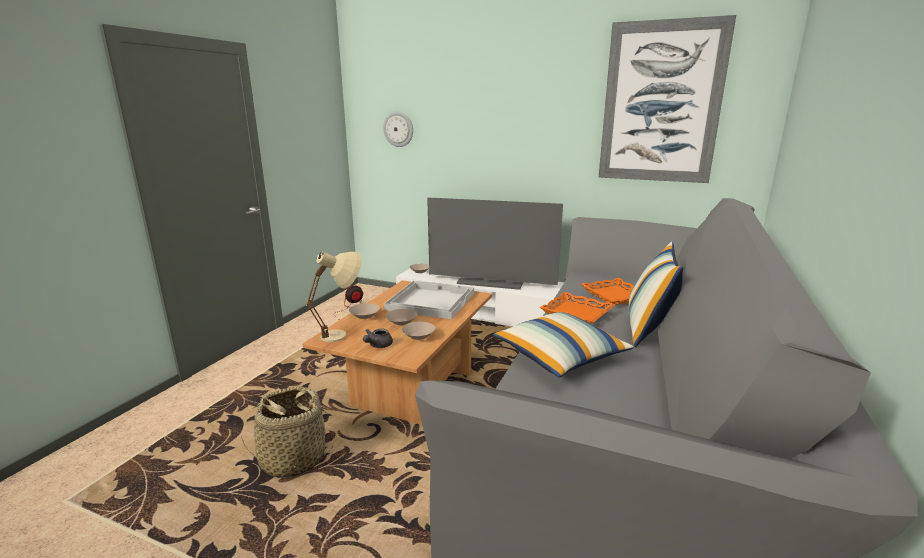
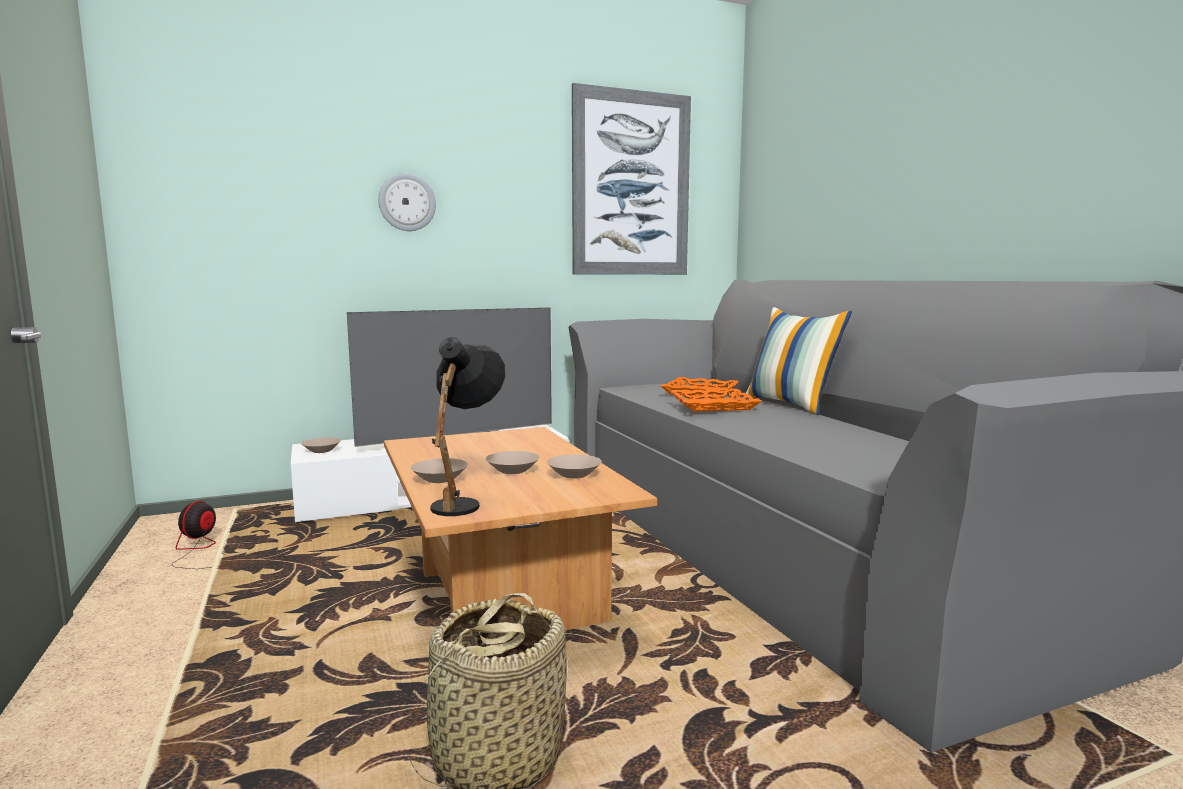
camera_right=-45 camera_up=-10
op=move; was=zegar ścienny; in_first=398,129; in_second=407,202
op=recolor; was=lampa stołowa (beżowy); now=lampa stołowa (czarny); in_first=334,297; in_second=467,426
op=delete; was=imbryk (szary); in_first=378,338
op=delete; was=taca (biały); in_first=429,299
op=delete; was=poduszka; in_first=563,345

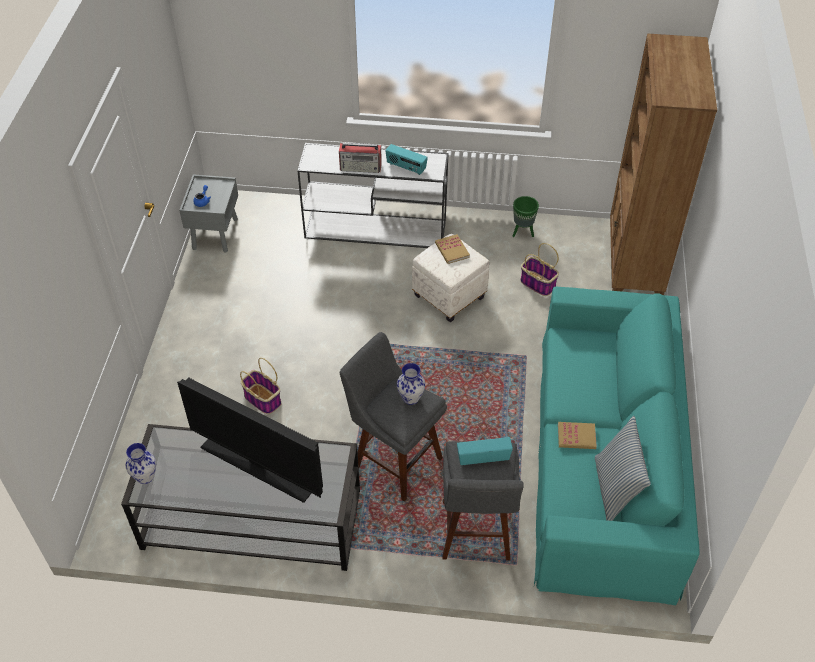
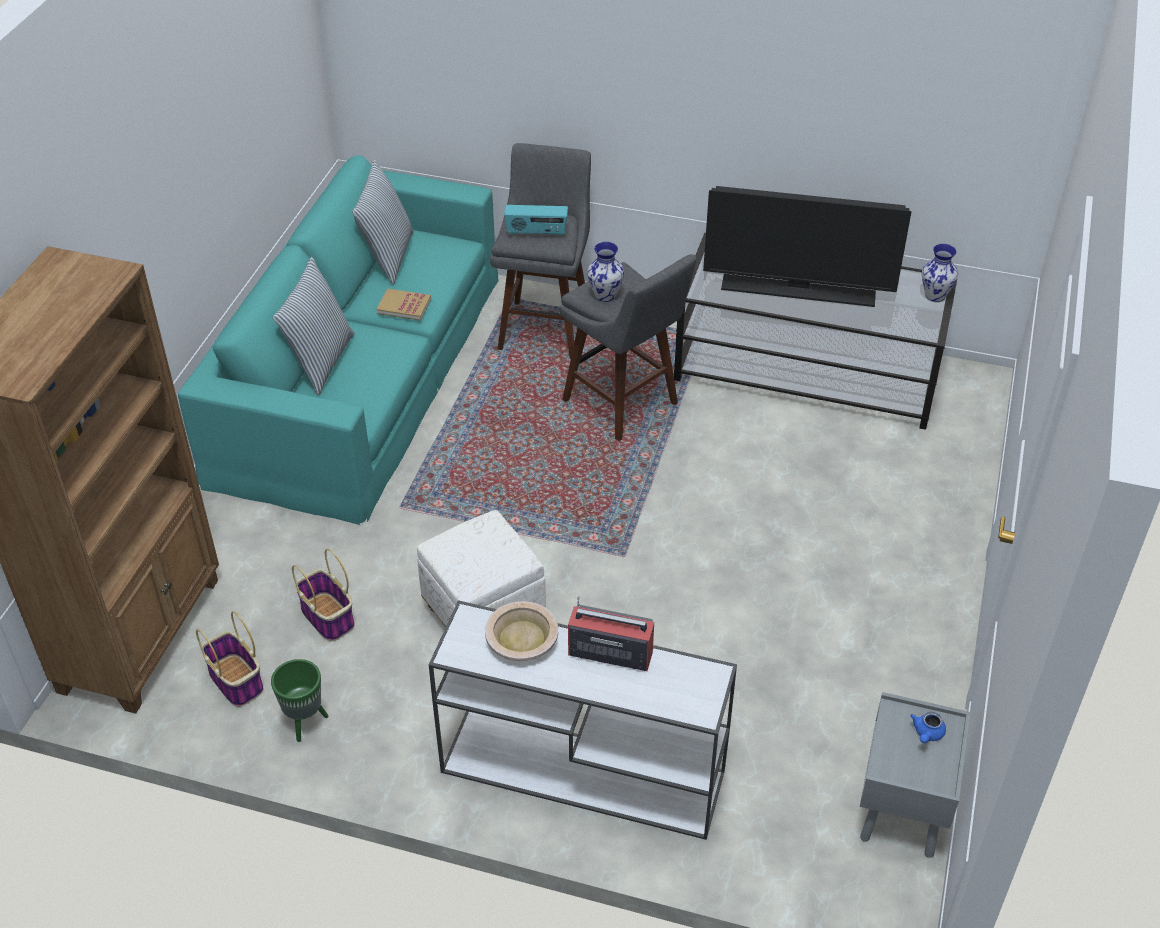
camera_right=-170 camera_up=-5
op=move; was=koszyk; in_first=260,386; in_second=230,659
op=insert; now=poduszka; in_second=314,326
op=replace; was=radio; now=miska (beżowy); in_first=406,159; in_second=521,631
op=rotate; was=telewizor; in_first=250,440; in_second=807,246; clockwise=150
op=delete; was=książka; in_first=452,249

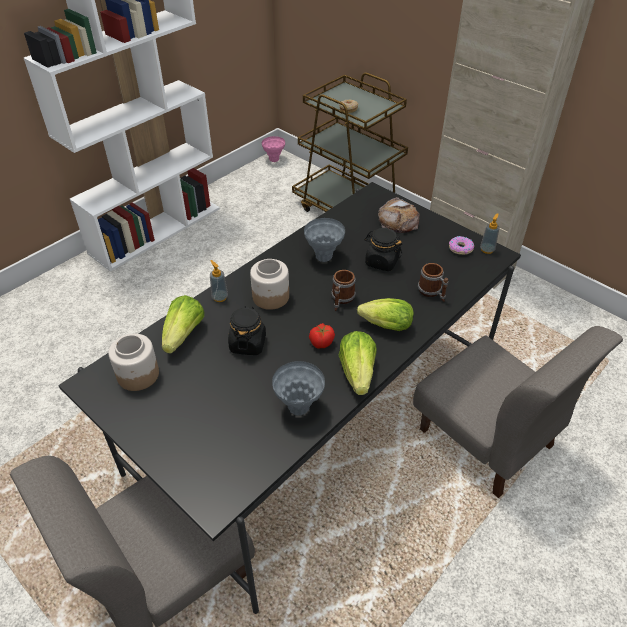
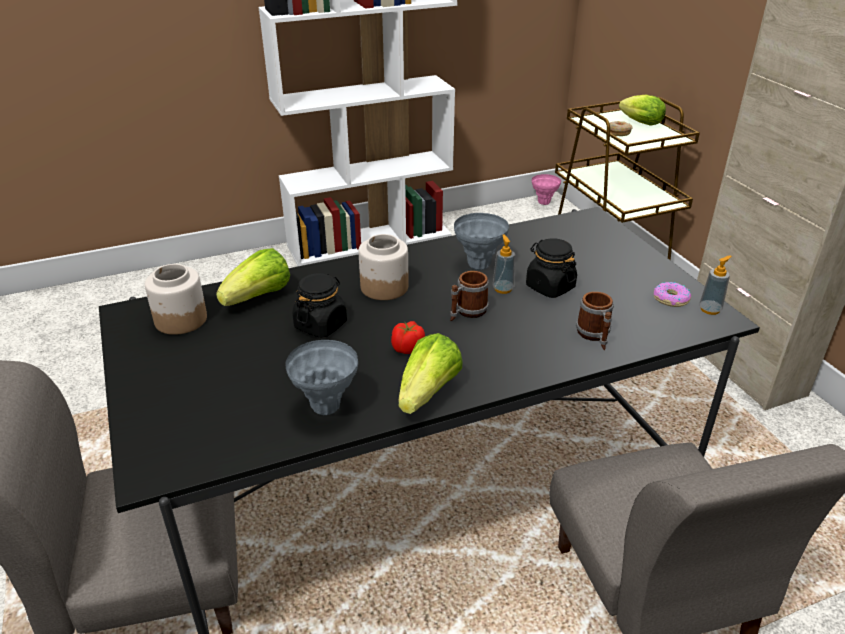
camera_right=25 camera_up=-10
op=move; was=dozownik mydła; in_first=219,281; in_second=504,264
op=move; was=sałata; in_first=385,314; in_second=642,110
op=delete; was=chleb; in_first=399,215

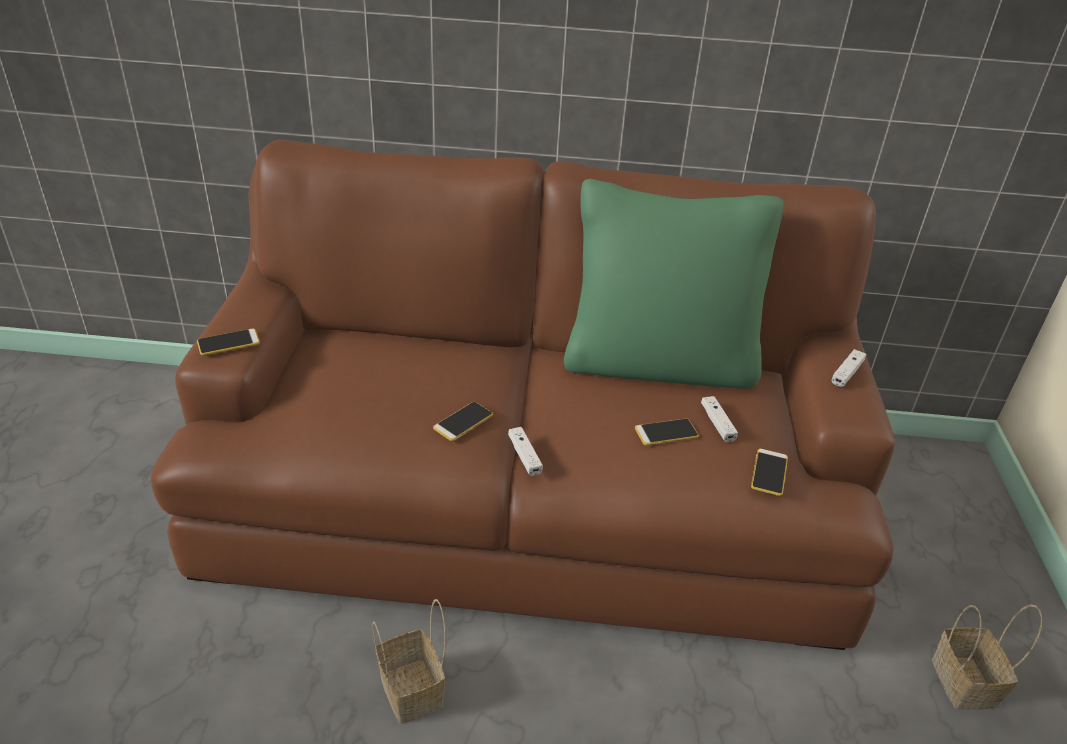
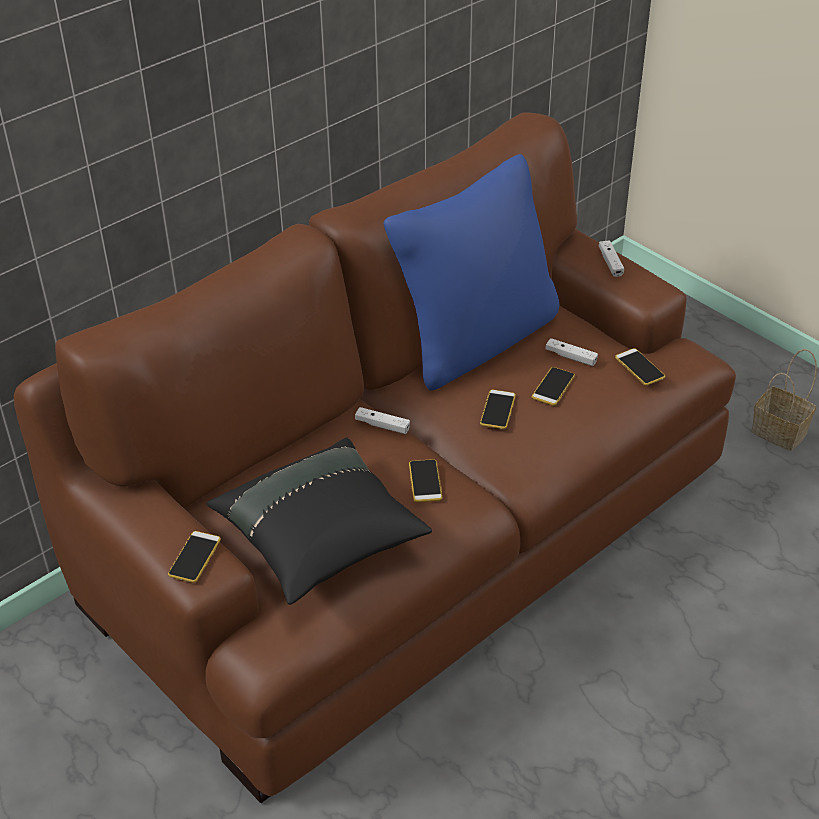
camera_right=-45 camera_up=5
op=insert; now=poduszka (czarny); in_second=319,521
op=move; was=pad do gier (biały); in_first=525,451; in_second=382,420
op=recolor; was=poduszka (zielony); now=poduszka (niebieski); in_first=674,284; in_second=471,272
op=insert; now=telefon; in_second=498,409
op=delete; was=koszyk; in_first=409,661

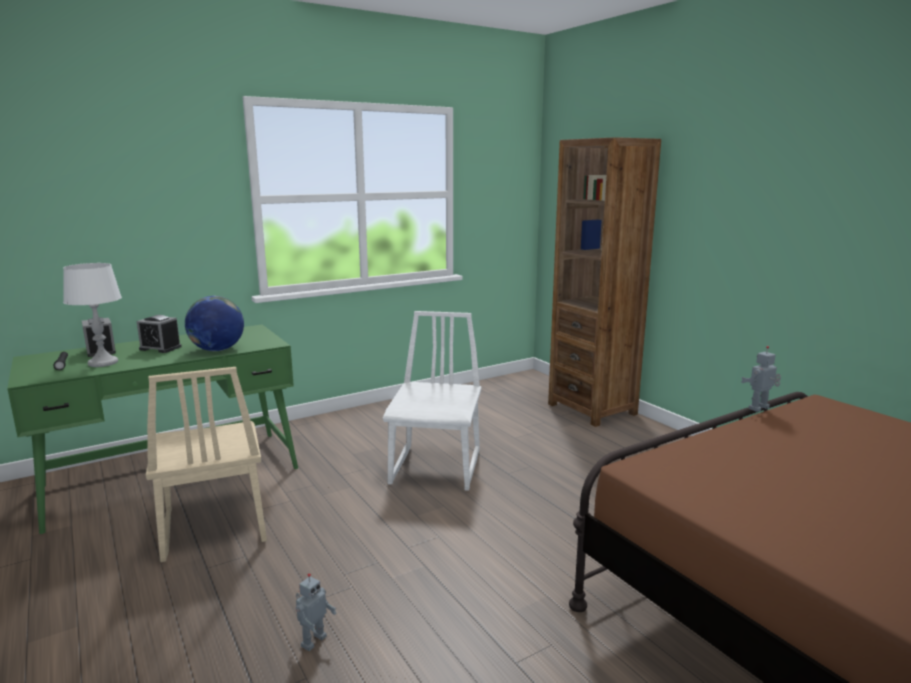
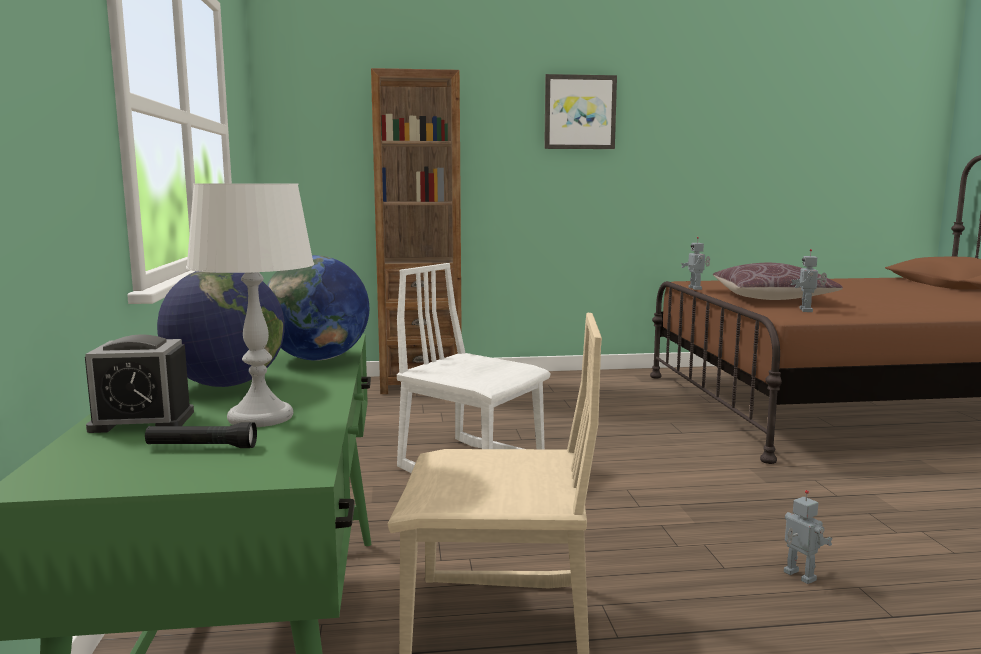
camera_right=-65 camera_up=-5
op=replace; was=budzik; now=globus; in_first=159,334; in_second=221,329
op=insert; now=obraz; in_second=580,111
op=insert; now=poduszka (brązowy); in_second=778,281
op=insert; now=robot zabawkowy; in_second=809,280

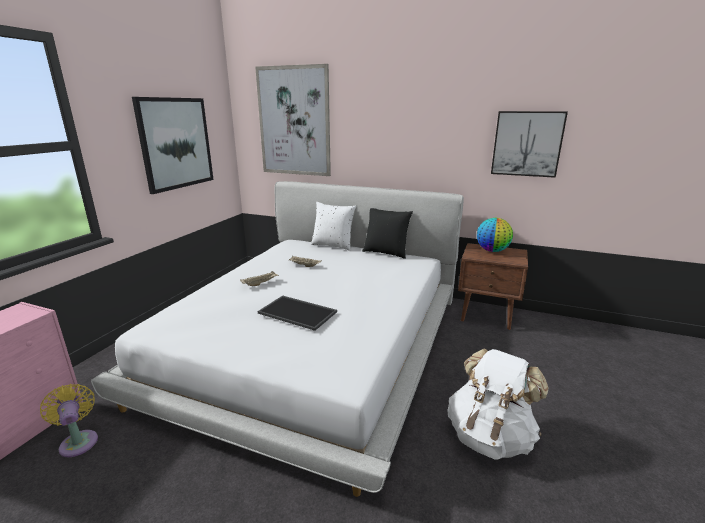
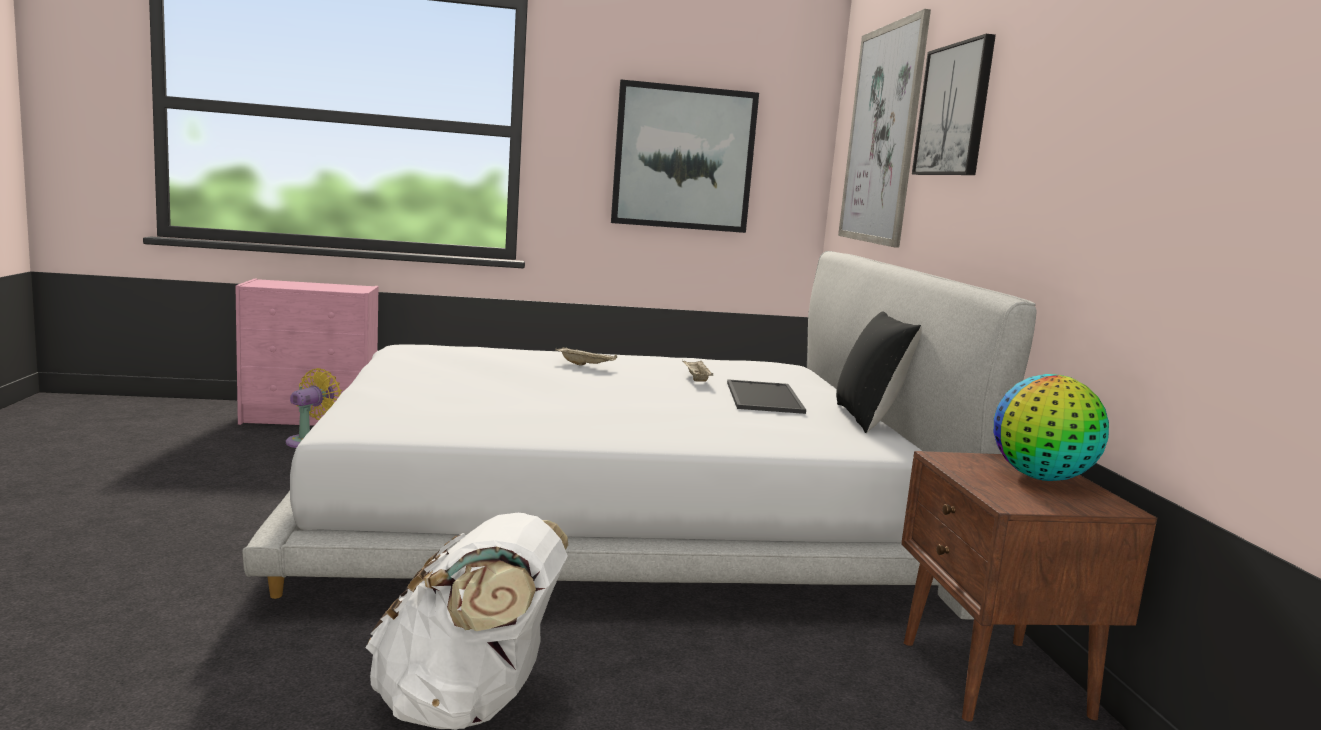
camera_right=60 camera_up=-10
op=move; was=taca; in_first=297,313; in_second=766,396
op=move; was=obraz; in_first=529,144; in_second=954,104
op=delete; was=poduszka (biały); in_first=333,226

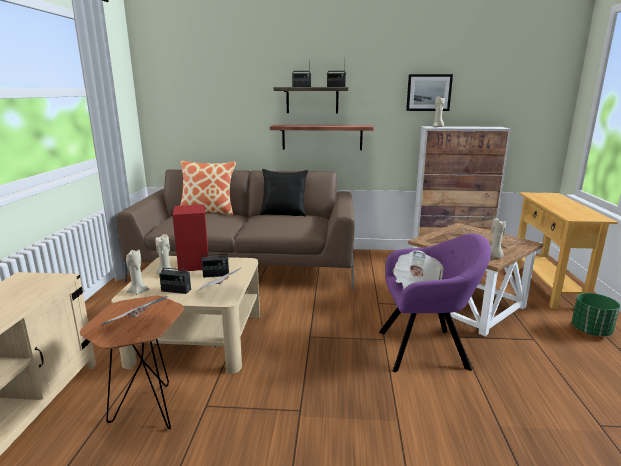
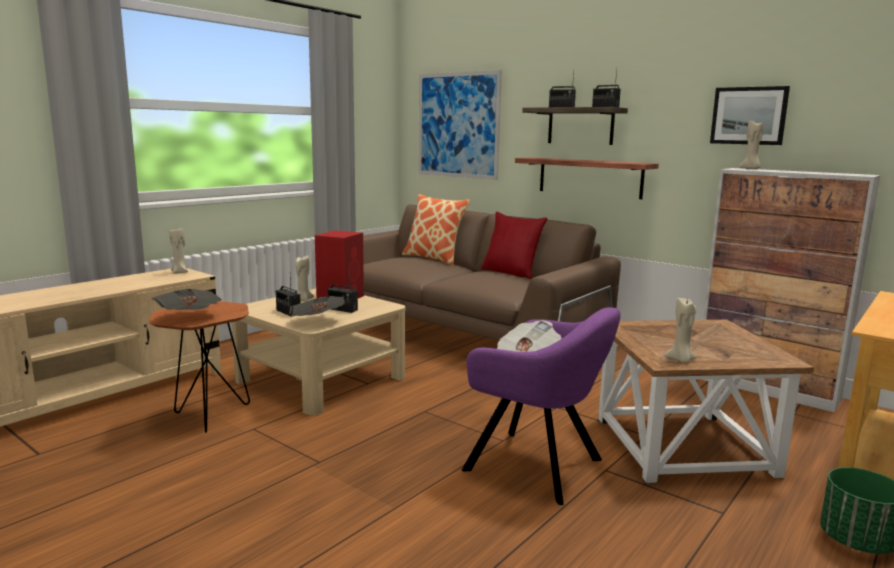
camera_right=35 camera_up=-5
op=move; was=świeca (beżowy); in_first=138,272; in_second=178,251
op=insert; now=obraz; in_second=460,125
op=recolor; was=poduszka (czarny); now=poduszka (czerwony); in_first=284,192; in_second=514,245

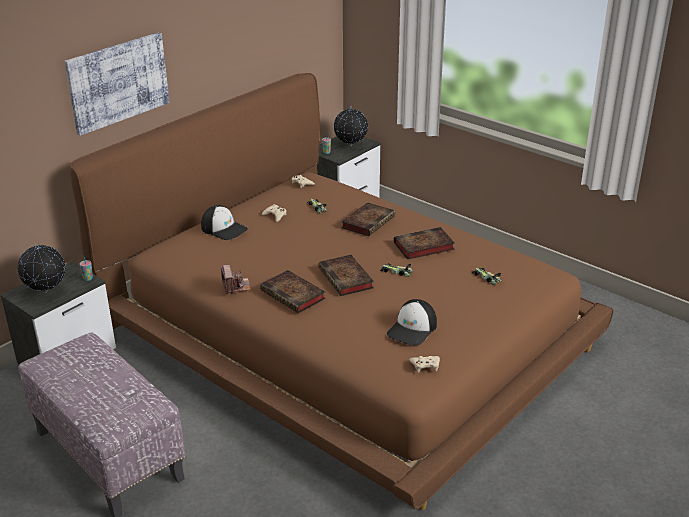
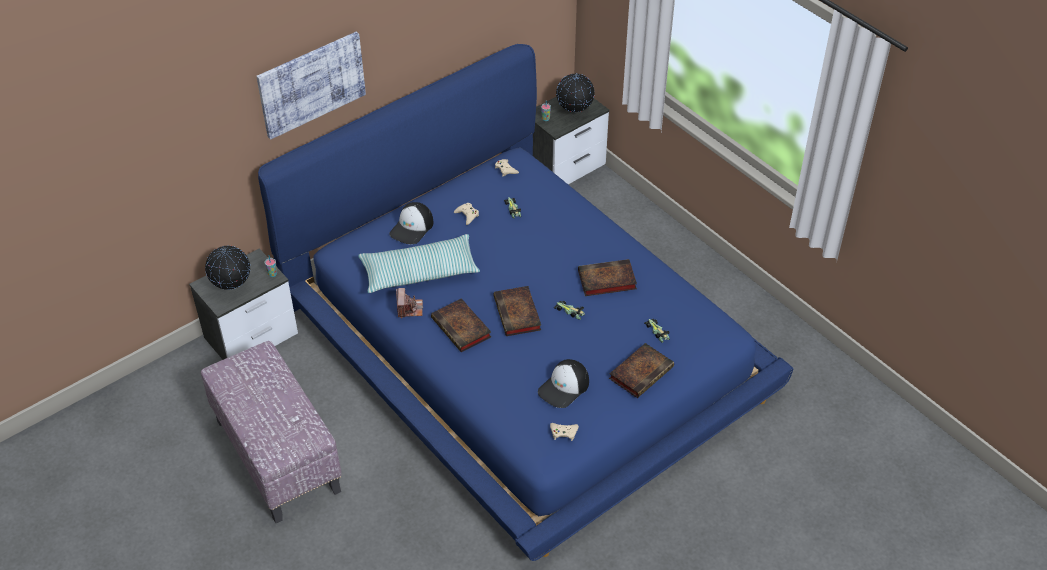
camera_right=10 camera_up=15
op=recolor; was=łóżko (brązowy); now=łóżko (niebieski); in_first=341,291; in_second=525,302
op=insert; now=poduszka; in_second=419,263
op=rotate; was=czapka z daszkiem; in_first=224,222; in_second=411,223; clockwise=75
op=move; was=książka; in_first=368,219; in_second=641,370

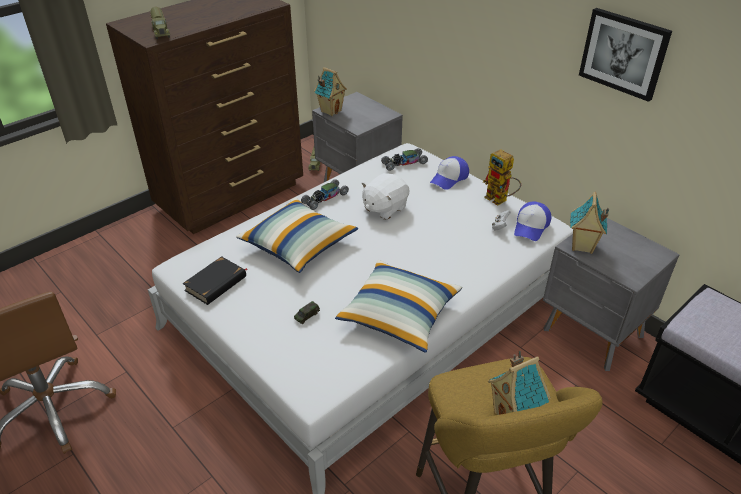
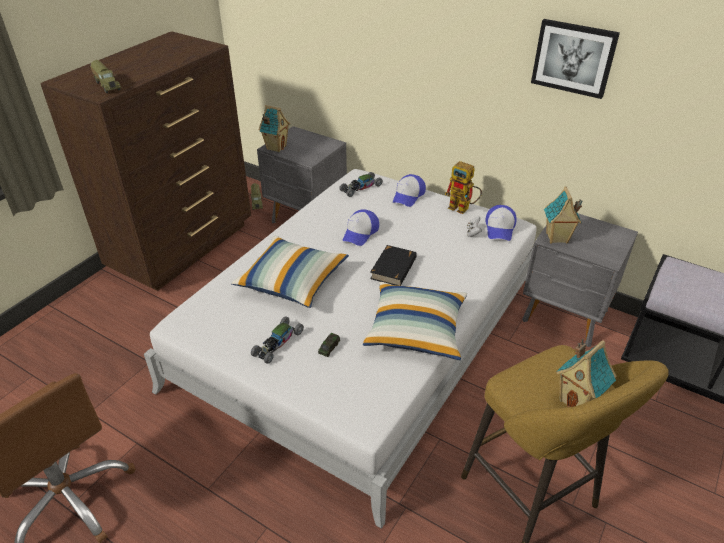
camera_right=-15 camera_up=0
op=move; was=samochodzik; in_first=325,194; in_second=277,340
op=replace; was=pluszak (biały); now=czapka z daszkiem; in_first=385,196; in_second=361,227
op=move; was=książka (czarny); in_first=215,280; in_second=393,265

